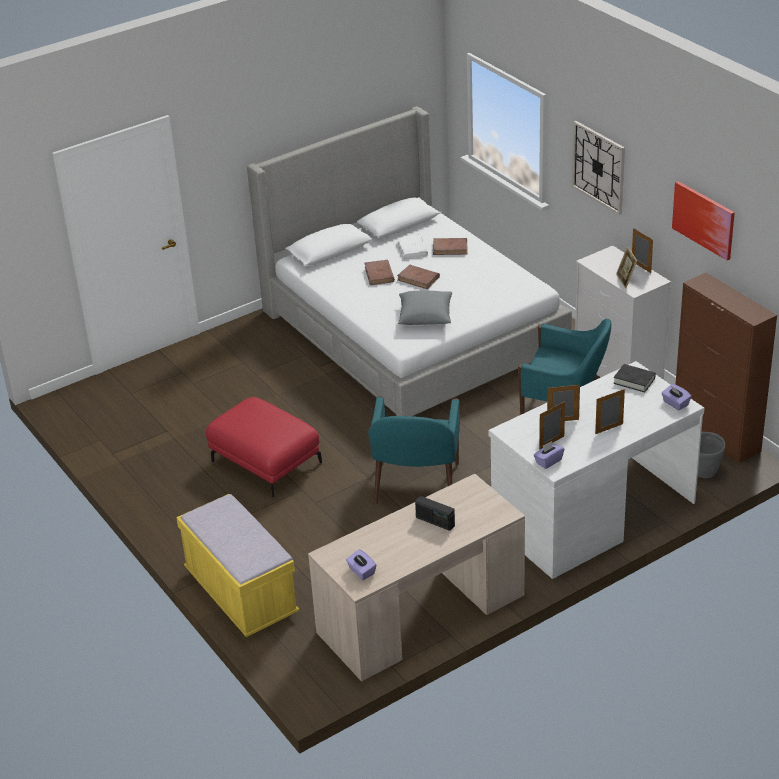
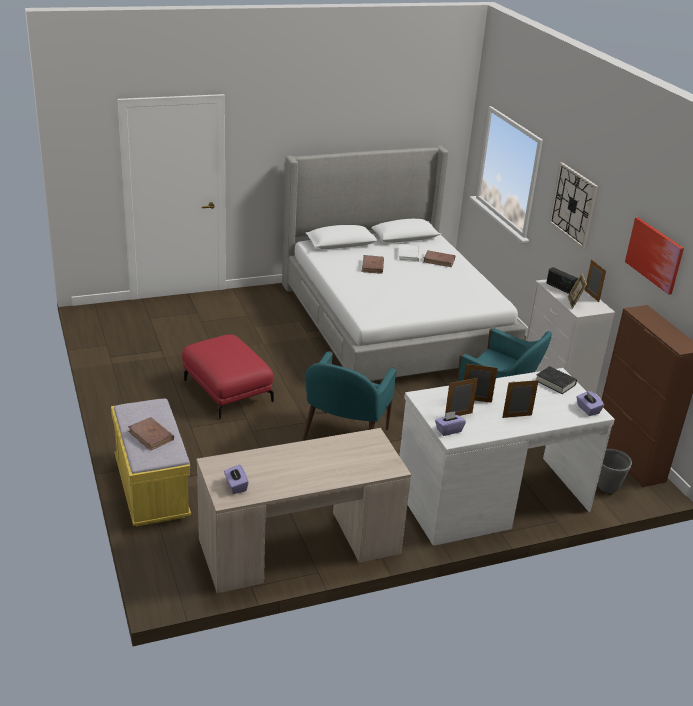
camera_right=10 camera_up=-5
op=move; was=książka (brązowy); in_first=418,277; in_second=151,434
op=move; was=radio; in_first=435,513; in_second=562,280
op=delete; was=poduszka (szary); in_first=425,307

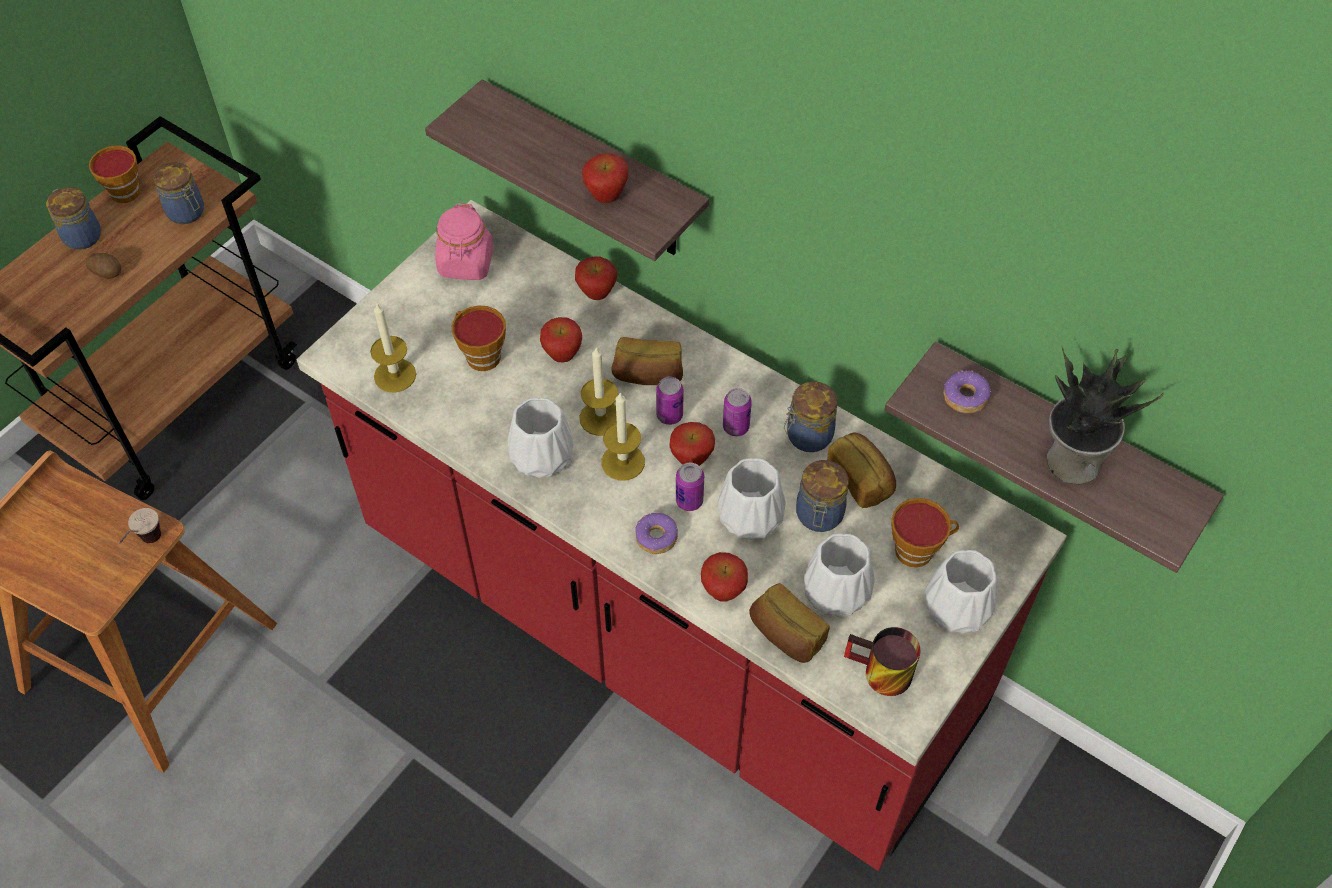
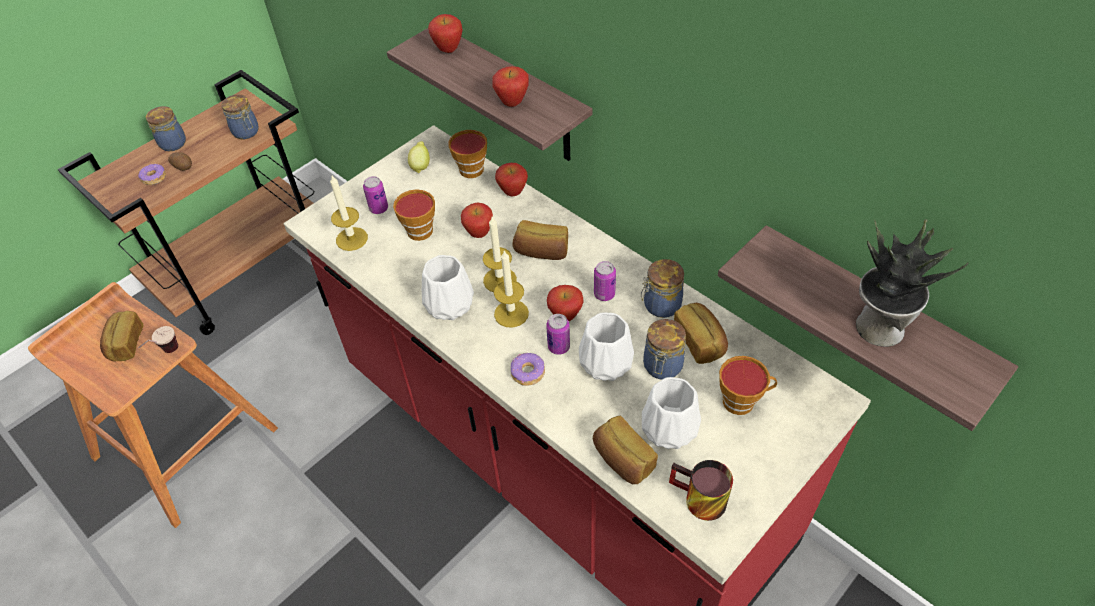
camera_right=10 camera_up=-5
op=insert; now=chleb; in_second=121,336
op=move; was=donut; in_first=967,391; in_second=152,174
op=move; was=puszka; in_first=670,400; in_second=375,195
op=replace; was=słoik (różowy); now=cytryna; in_first=464,241; in_second=419,157
op=move; was=jabłko; in_first=724,577; in_second=445,33
op=move; was=filiżanka; in_first=114,174; in_second=467,154
op=delete; was=wazon (biały); in_first=961,592

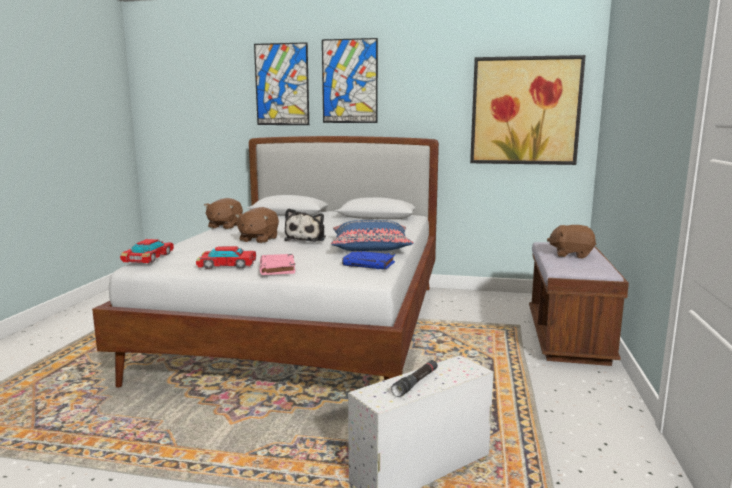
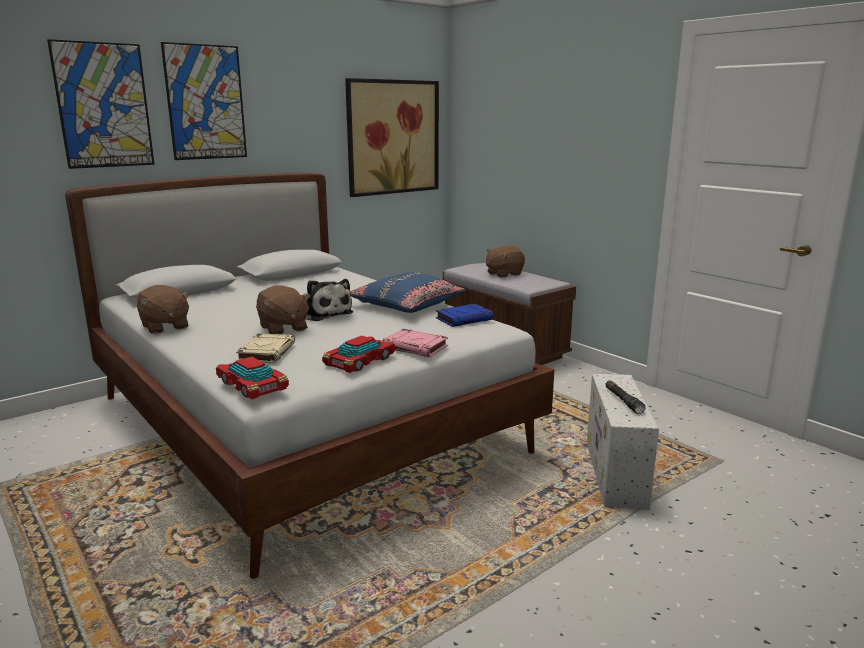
camera_right=-50 camera_up=5
op=insert; now=książka (beżowy); in_second=265,348

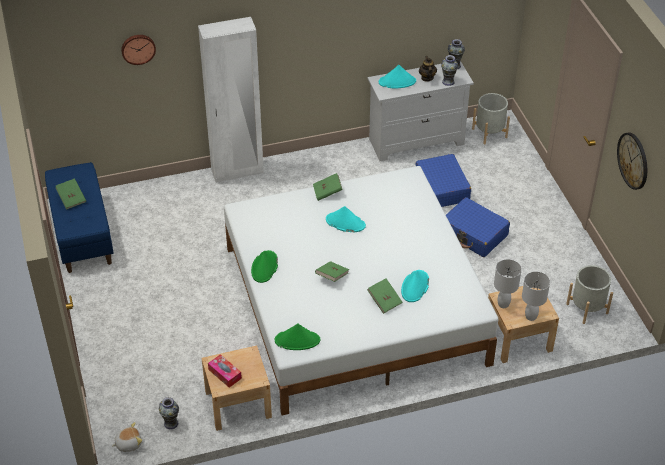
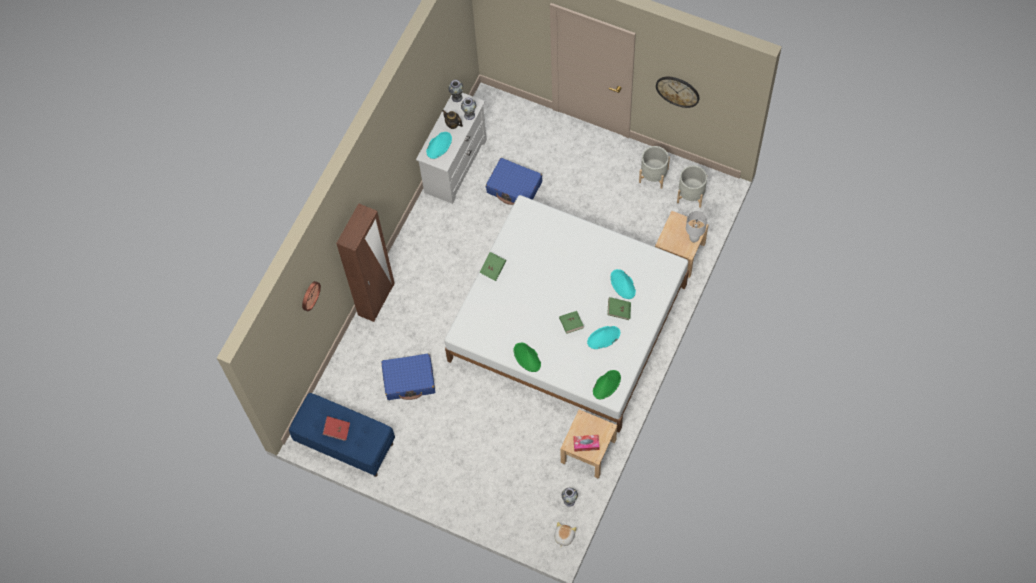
camera_right=-45 camera_up=20
op=recolor; was=książka (zielony); now=książka (czerwony); in_first=70,194; in_second=336,428
op=recolor; was=szafa (biały); now=szafa (brązowy); in_first=231,100; in_second=365,262
op=move; was=walizka (niebieski); in_first=478,227; in_second=408,376
op=move; was=kapelusz (turkusowy); in_first=346,219; in_second=603,337
op=move; was=donica (szary); in_first=491,118; in_second=654,167
op=delete; was=lampa stołowa (biały); in_first=508,283

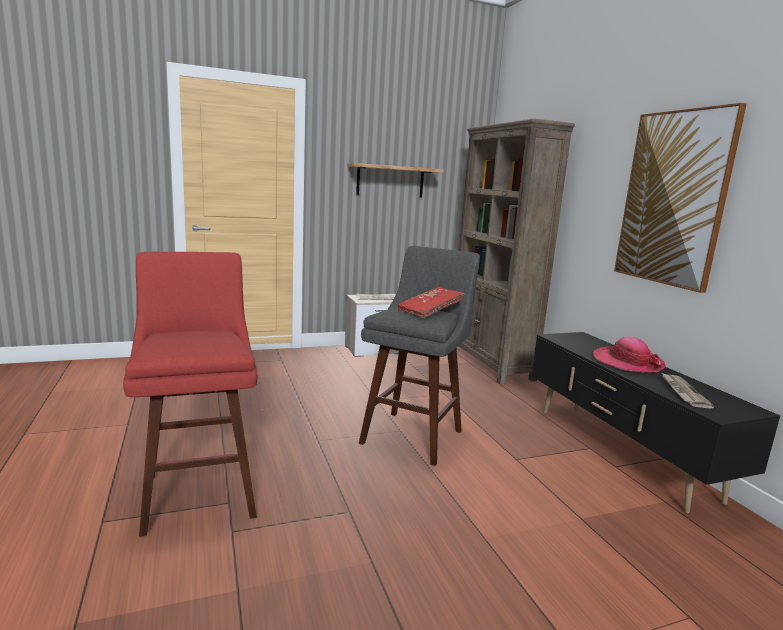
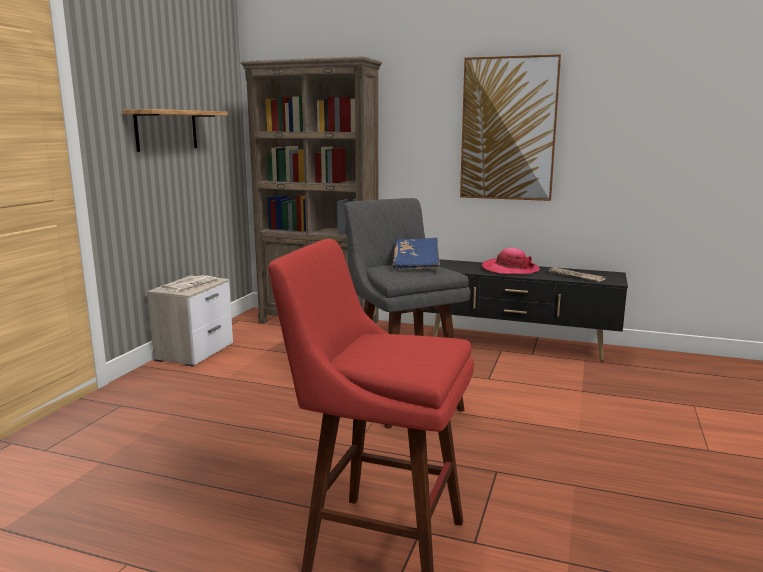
camera_right=-50 camera_up=0
op=recolor; was=książka (czerwony); now=książka (niebieski); in_first=431,302; in_second=416,254

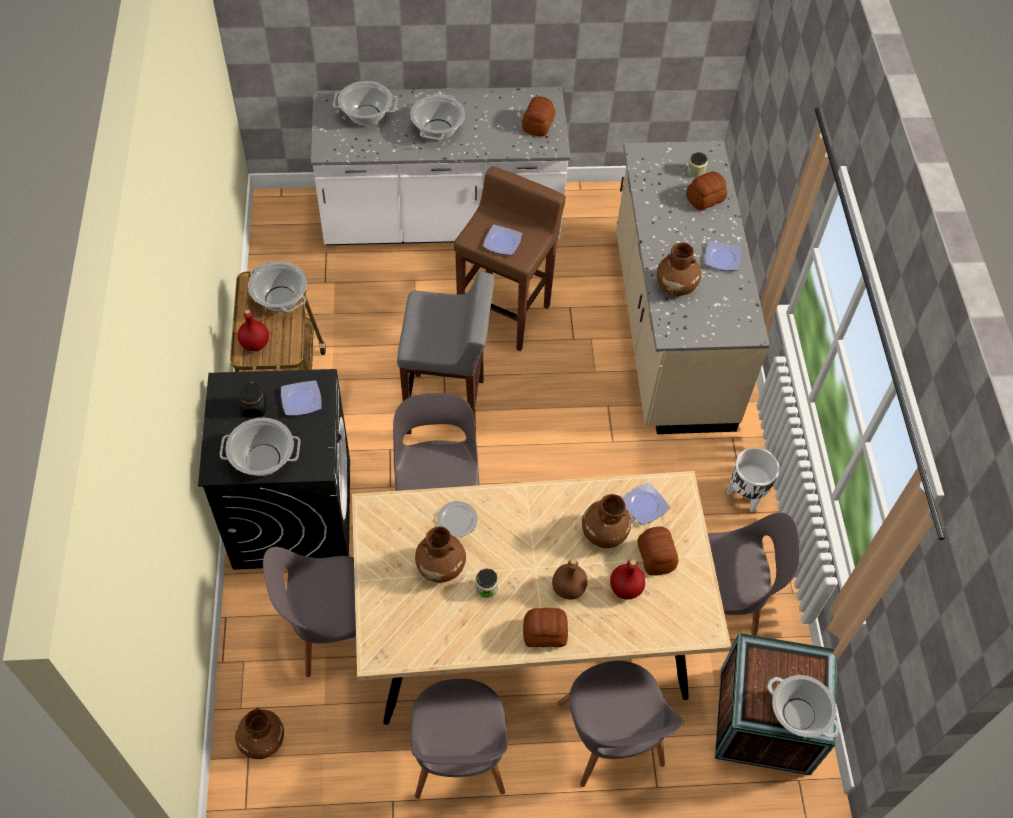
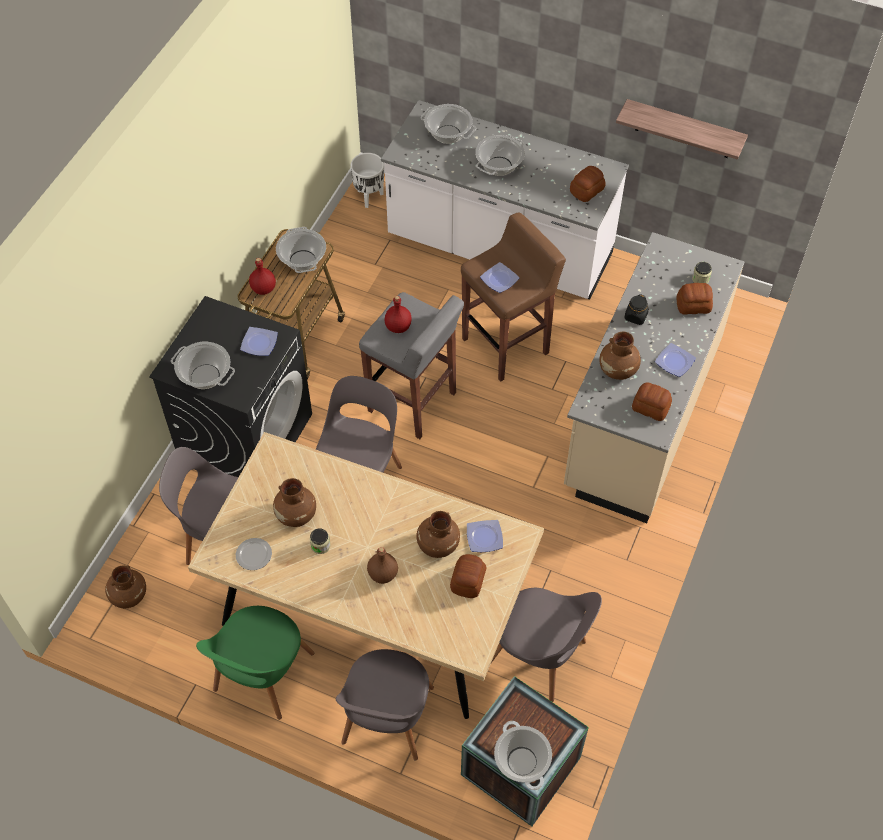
camera_right=30 camera_up=0
op=recolor; was=krzesło (szary); now=krzesło (zielony); in_first=459,739; in_second=255,663
op=move; was=talerz; in_first=457,519; in_second=254,554
op=move; was=donica (biały); in_first=753,479; in_second=367,180
op=move; was=butelka (czerwony); in_first=627,579; in_second=398,314
op=insert; now=półka; in_second=682,129
op=move; was=słoik (czarny); in_first=253,399; in_second=636,309
op=move; was=chleb; in_first=545,627; in_second=652,402

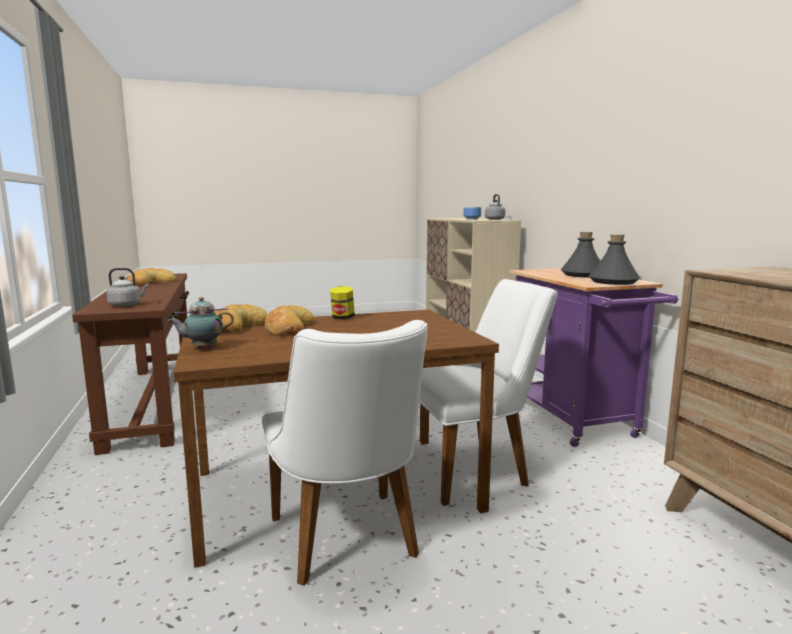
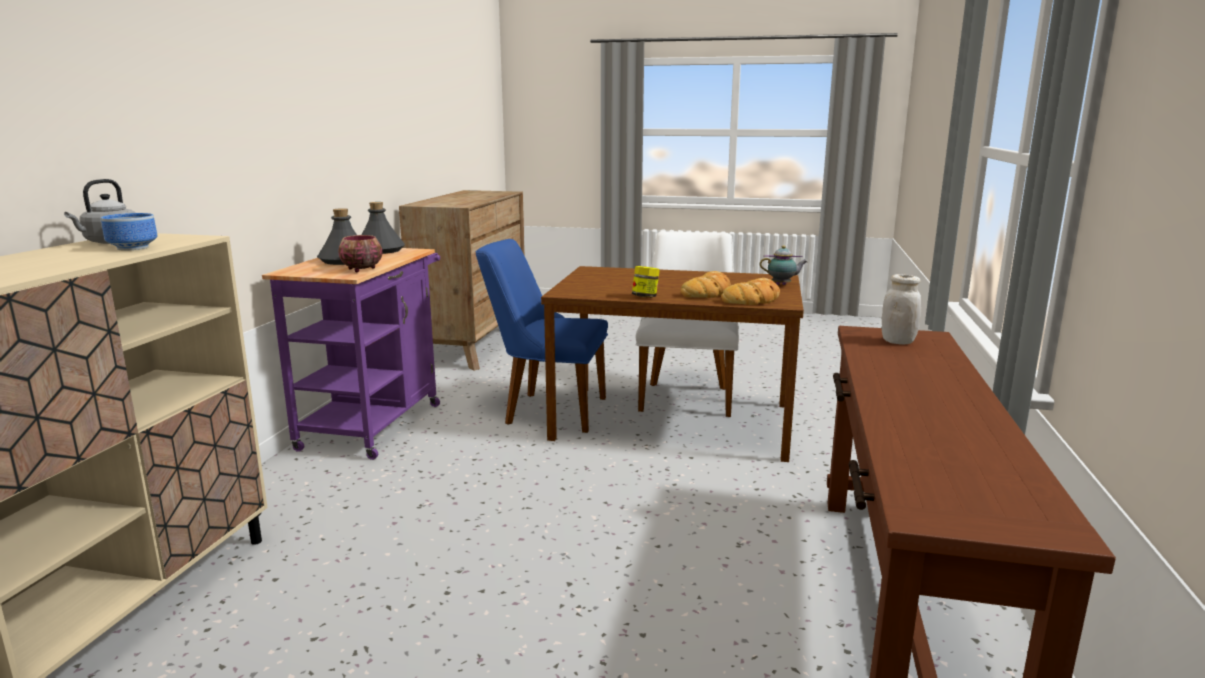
camera_right=-150 camera_up=5
op=insert; now=miska; in_second=360,253
op=recolor; was=krzesło (biały); now=krzesło (niebieski); in_first=488,392; in_second=542,336
op=replace; was=czajnik (szary); now=słoik (biały); in_first=127,287; in_second=901,309
op=delete; was=chleb; in_first=151,276

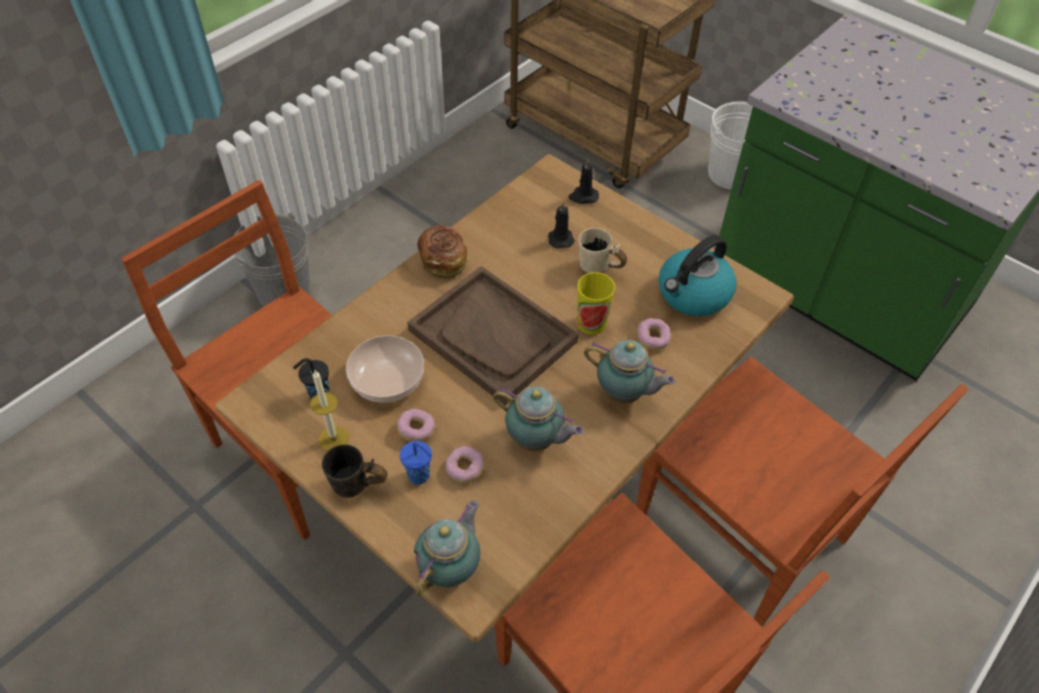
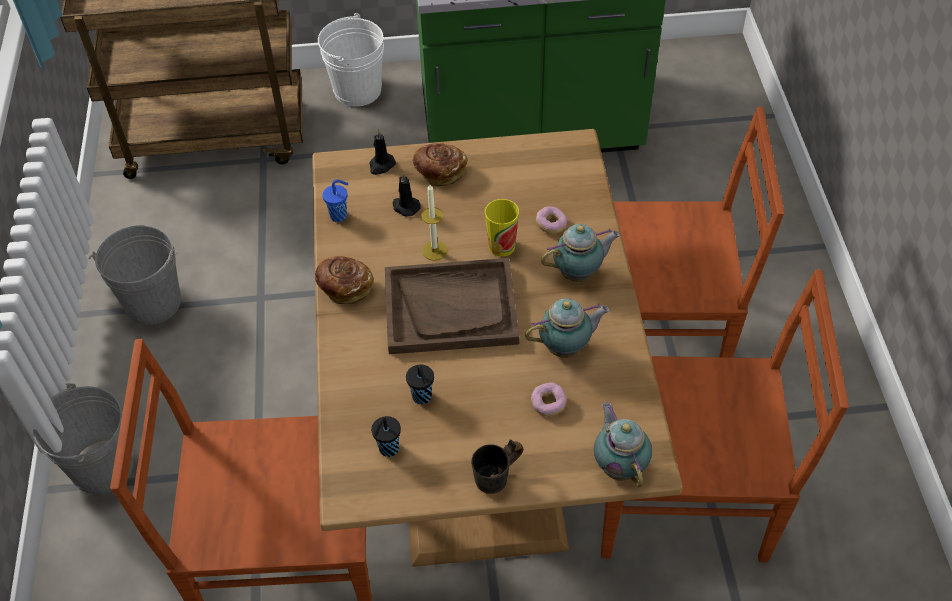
camera_right=-45 camera_up=0
op=insert; now=wiadro (szary); in_second=135,275
op=move; was=filiżanka (niebieski); in_first=416,463; in_second=335,201
op=replace; was=miska; now=filiżanka (czarny); in_first=385,369; in_second=420,384
op=insert; now=chleb; in_second=440,165
op=move; was=świeca; in_first=329,411; in_second=434,222
op=delete; was=donut; in_first=416,425
op=delete; was=kubek (beżowy); in_first=602,250
op=delete; was=czajnik; in_first=697,275

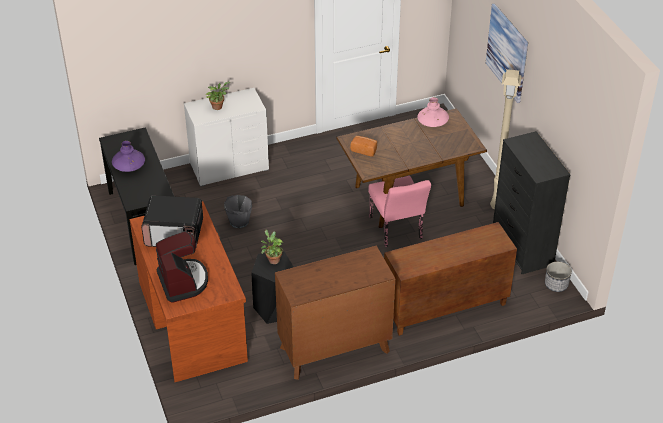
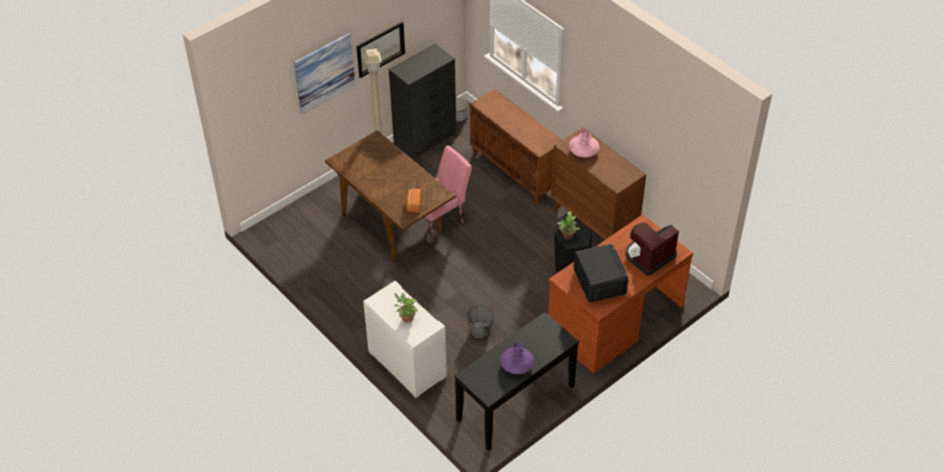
camera_right=-110 camera_up=5
op=insert; now=obraz; in_second=380,50
op=move; was=wazon (różowy); in_first=433,112; in_second=584,143

